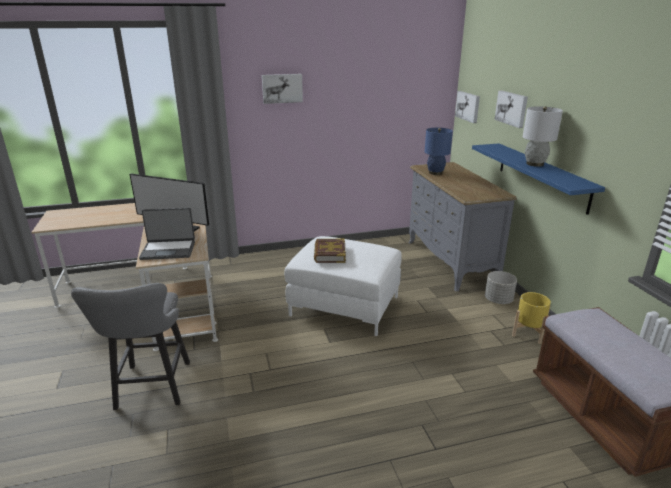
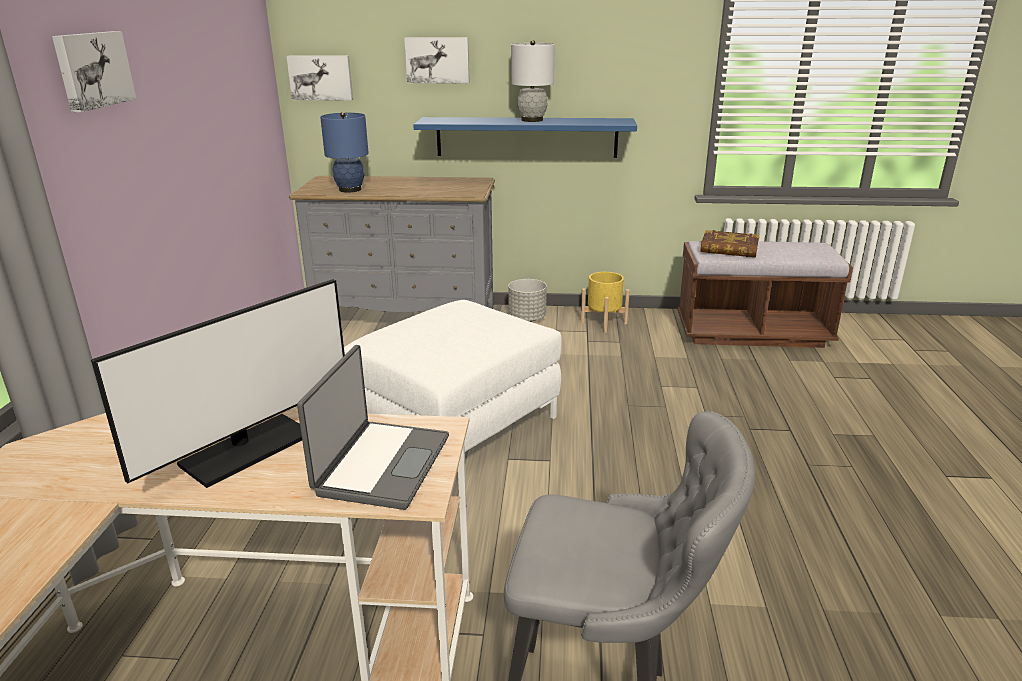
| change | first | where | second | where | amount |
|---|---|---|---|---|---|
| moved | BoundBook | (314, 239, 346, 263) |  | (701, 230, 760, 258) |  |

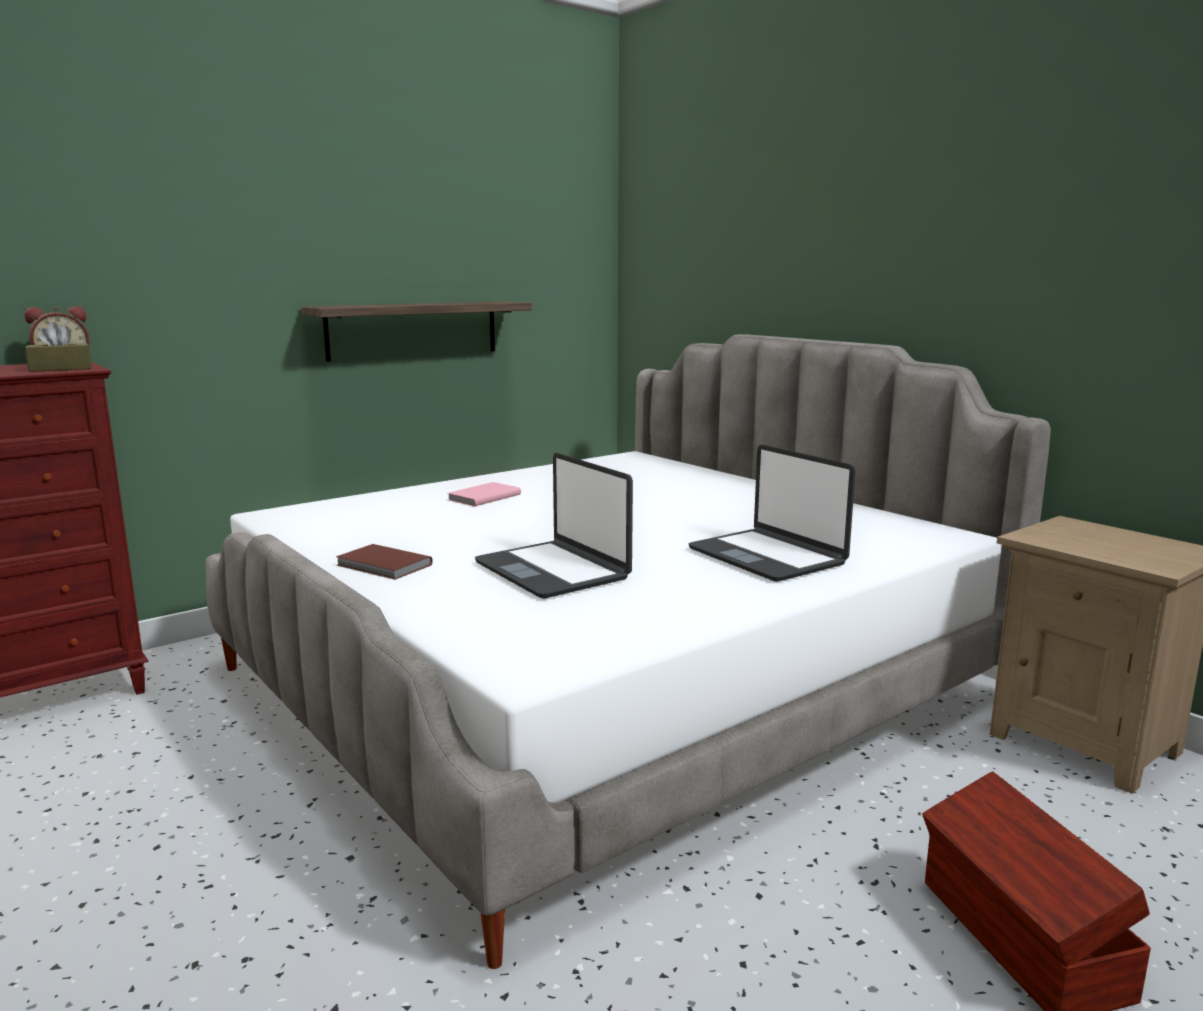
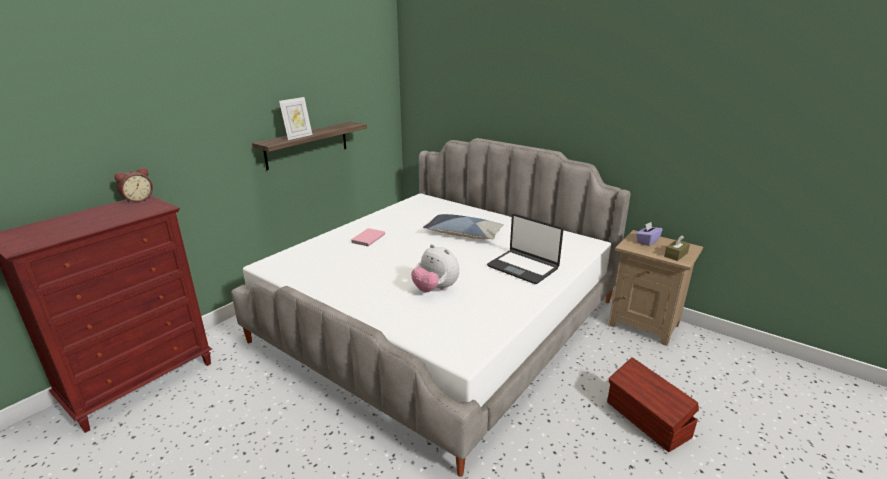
| change | first | where | second | where | amount |
|---|---|---|---|---|---|
| removed | BrownishBoundBook | (336, 544, 433, 580) |  |  |  |
| added |  |  | PictureFrame | (279, 97, 312, 140) |  |
| added |  |  | Cushion | (423, 214, 504, 239) |  |
| added |  |  | PurpleTissueHolder | (636, 222, 663, 246) |  |
| moved | BrownishTissueHolder | (25, 322, 91, 372) |  | (664, 235, 690, 261) |  |
| replaced | NotebookComputer | (475, 453, 633, 599) | SoftToy | (411, 244, 459, 292) |  |

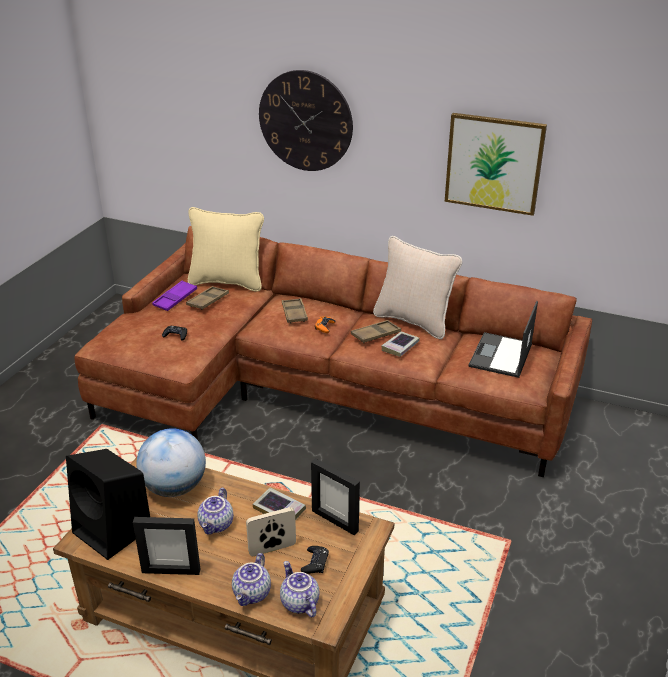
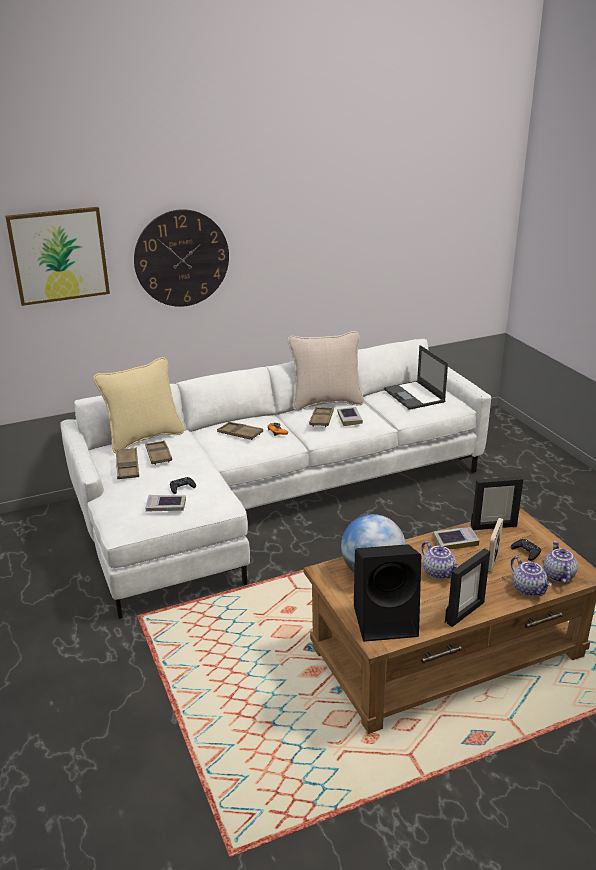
| change | first | where | second | where | amount |
|---|---|---|---|---|---|
| added |  |  | BoundBook | (146, 495, 186, 512) |  |
| moved | WallPicture | (445, 113, 547, 216) |  | (5, 207, 110, 306) |  |
| recoloured | BrownishCouch | (75, 226, 592, 477) | WhiteCouch | (60, 339, 491, 619) |  |
| recoloured | PurpleTray | (152, 280, 197, 311) | BrownishTray | (116, 448, 139, 479) |  |
| turned | Teapot | (280, 561, 319, 617) |  | (543, 541, 578, 584) | 75 degrees clockwise |

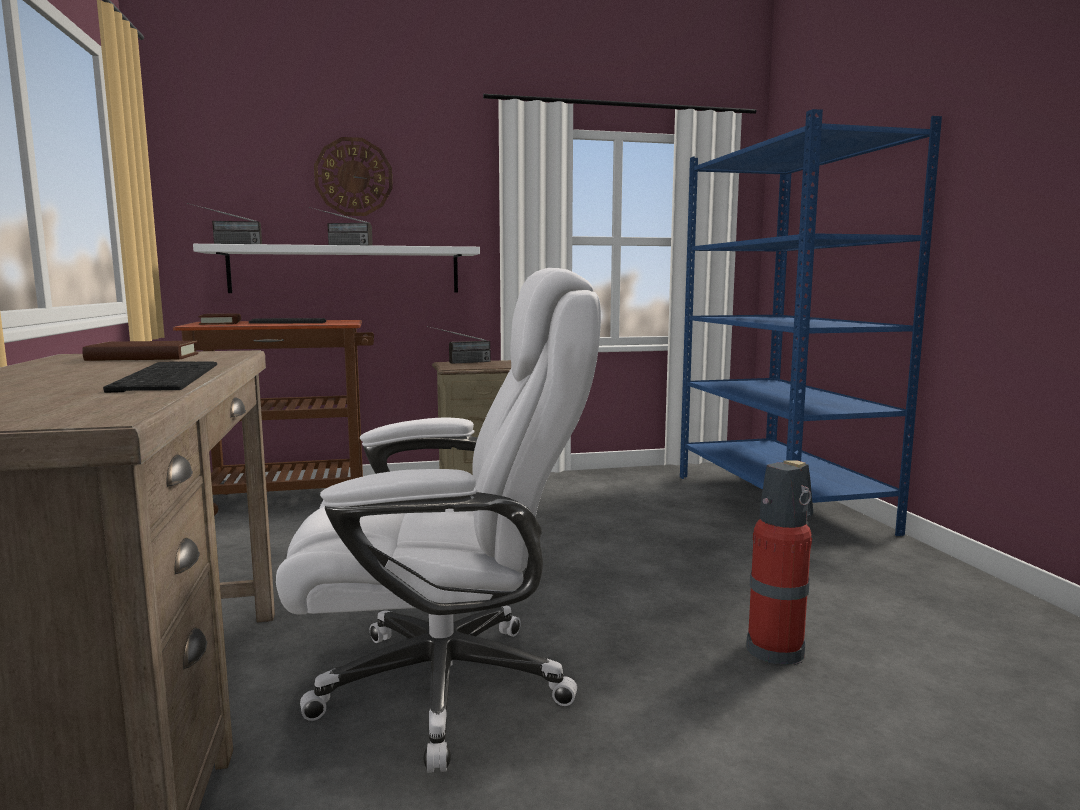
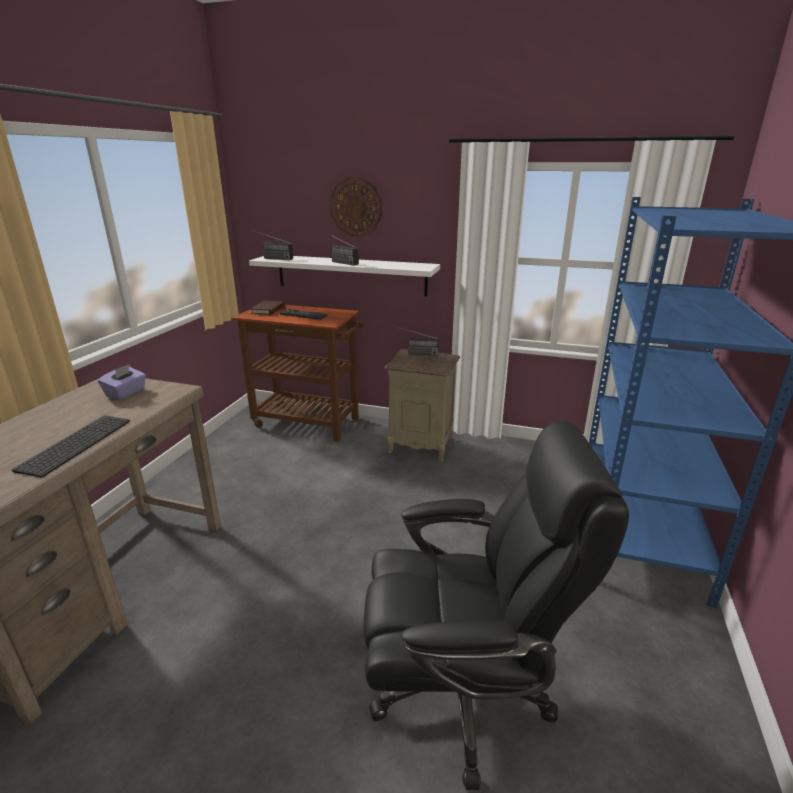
| change | first | where | second | where | amount |
|---|---|---|---|---|---|
| removed | WhiteDeskChair | (276, 268, 601, 773) |  |  |  |
| replaced | BrownishBoundBook | (82, 341, 198, 361) | PurpleTissueHolder | (98, 364, 146, 400) |  |
| replaced | Extinguisher | (746, 460, 813, 665) | BlackishDeskChair | (364, 421, 629, 790) |  |

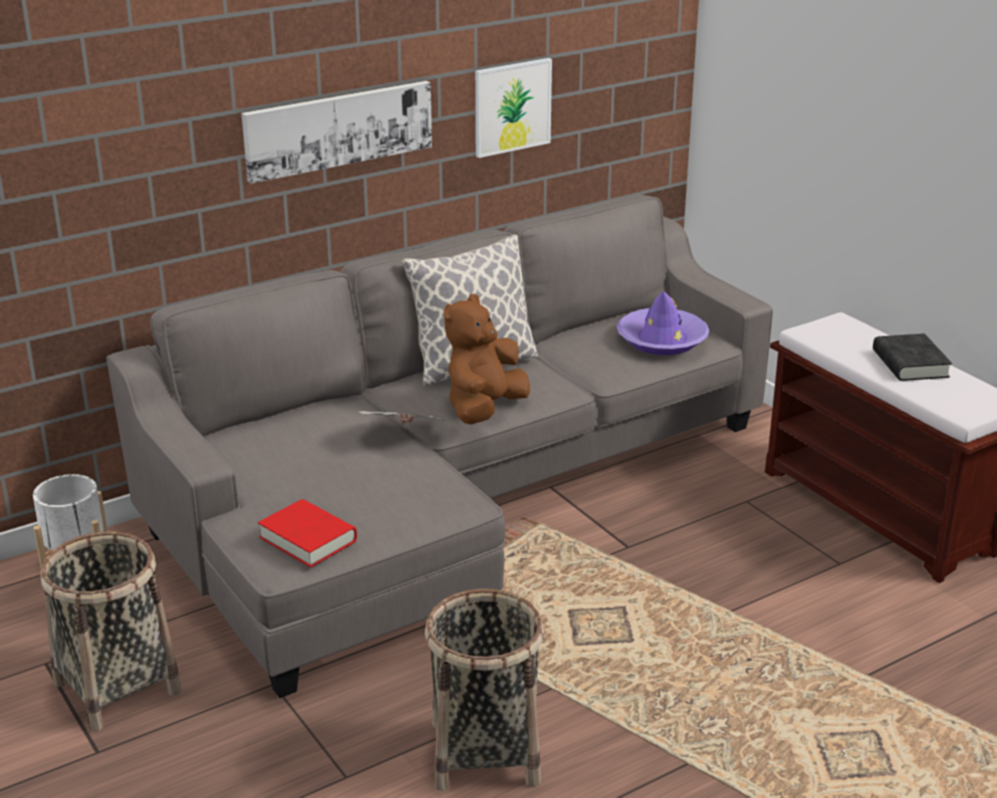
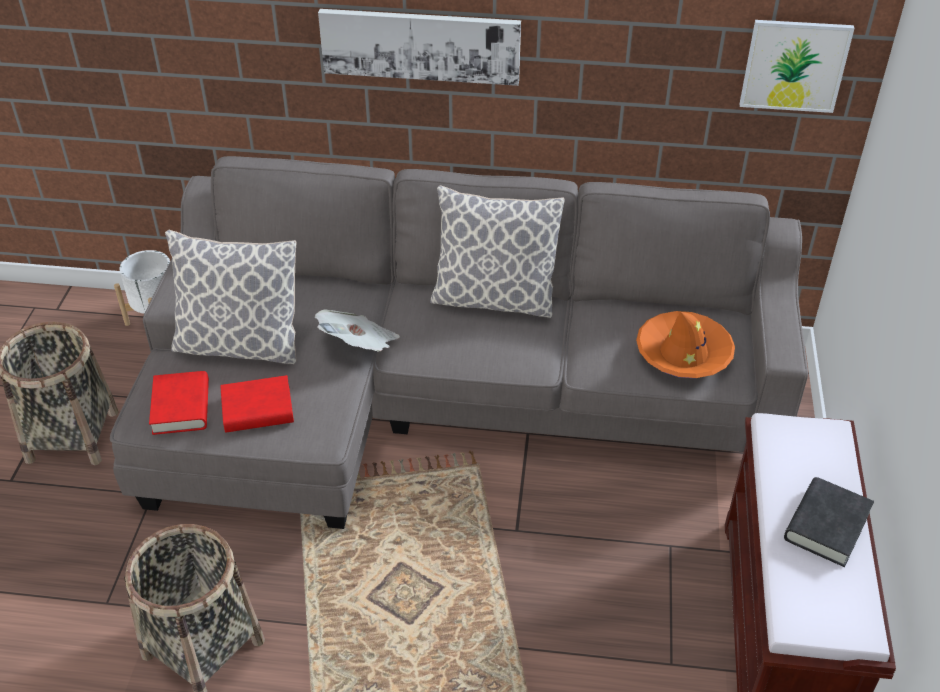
| change | first | where | second | where | amount |
|---|---|---|---|---|---|
| removed | BrownishSoftToy | (444, 294, 530, 425) |  |  |  |
| added |  |  | Cushion | (165, 230, 297, 364) |  |
| added |  |  | RedColouredBoundBook | (220, 375, 294, 433) |  |
| moved | WallPicture | (475, 58, 552, 158) |  | (740, 20, 854, 113) |  |
| recoloured | PurpleHat | (616, 291, 710, 355) | OrangeColouredHat | (636, 311, 735, 378) |  |

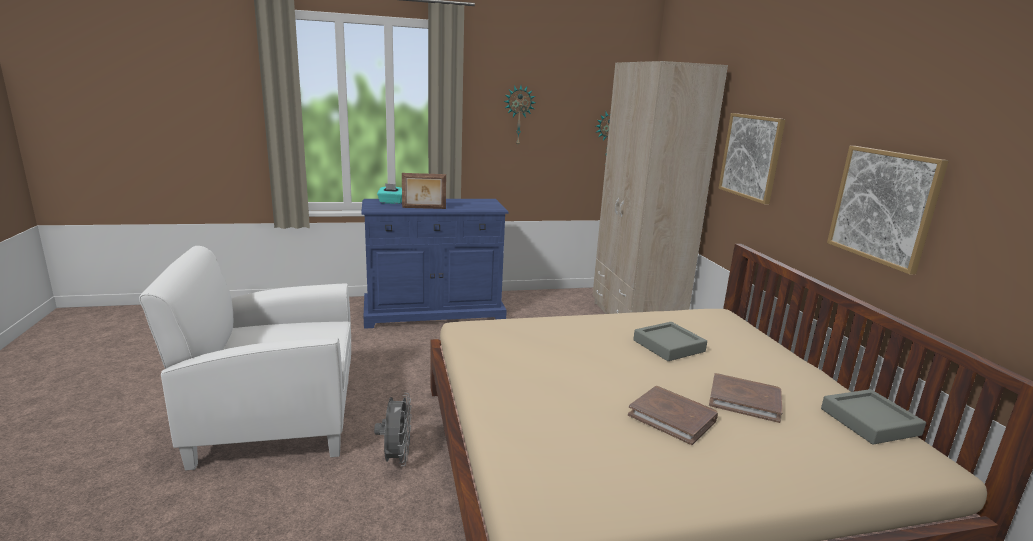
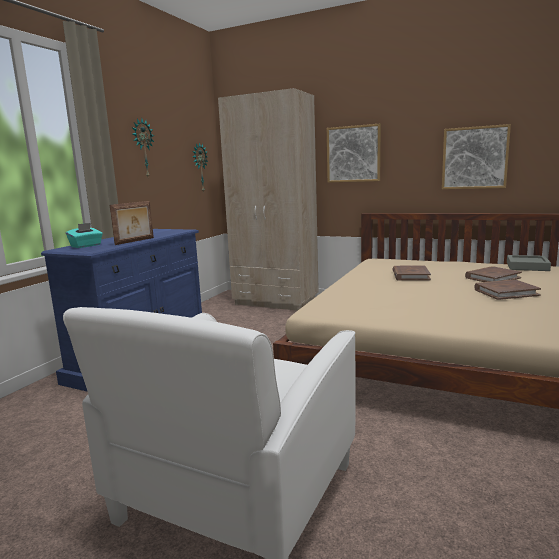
| change | first | where | second | where | amount |
|---|---|---|---|---|---|
| removed | GreyFan | (374, 393, 412, 466) |  |  |  |
| replaced | GreyTray | (633, 322, 707, 361) | BrownishBoundBook | (393, 265, 431, 281) |  |

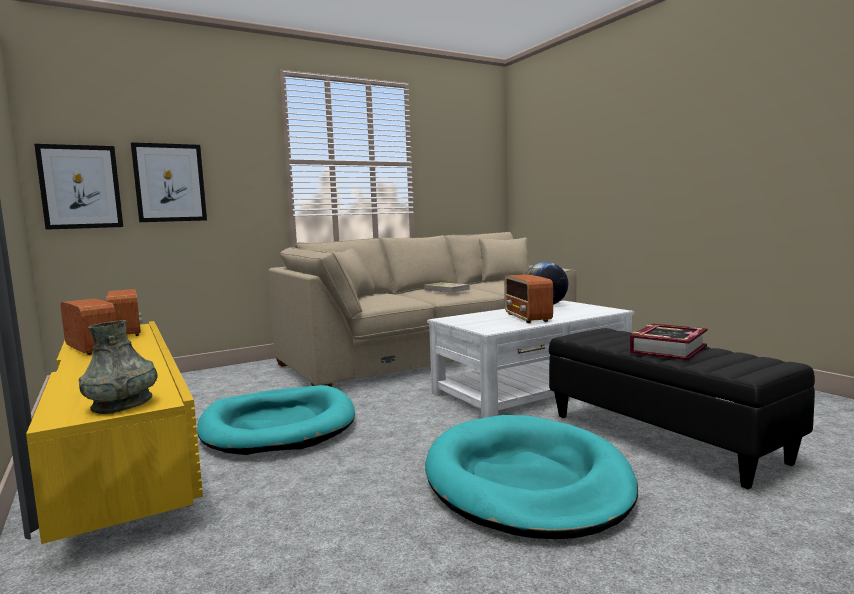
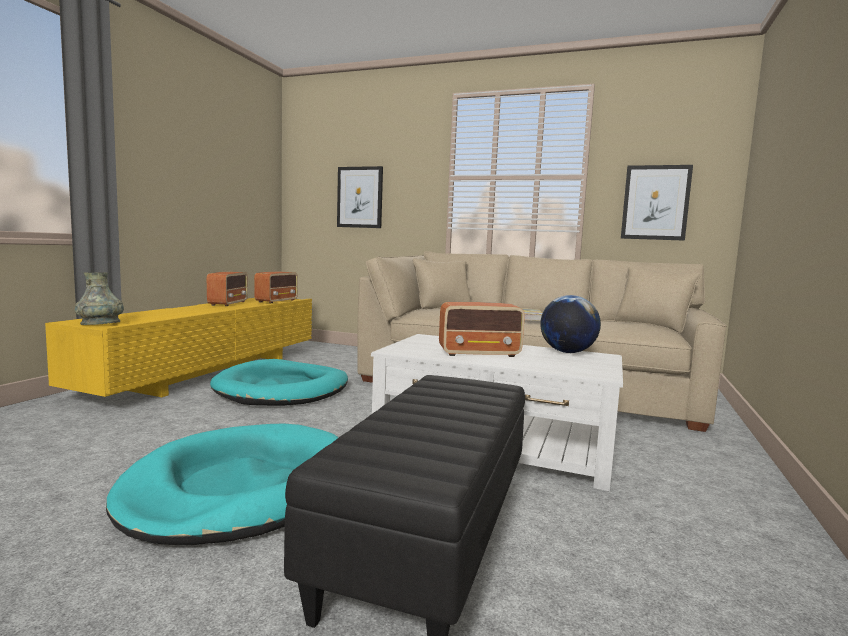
| change | first | where | second | where | amount |
|---|---|---|---|---|---|
| removed | BoundBook | (630, 324, 708, 360) |  |  |  |
| moved | WallPicture | (34, 144, 123, 230) |  | (621, 165, 693, 241) |  |
| turned | RadioSet | (504, 275, 553, 323) |  | (439, 302, 525, 357) | 135 degrees counterclockwise |

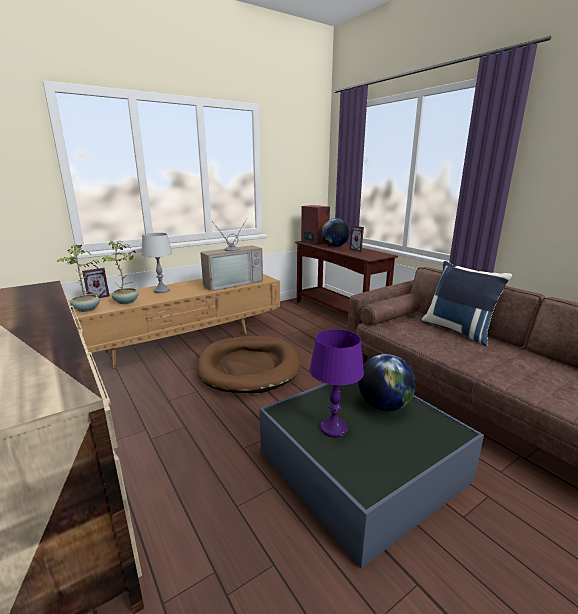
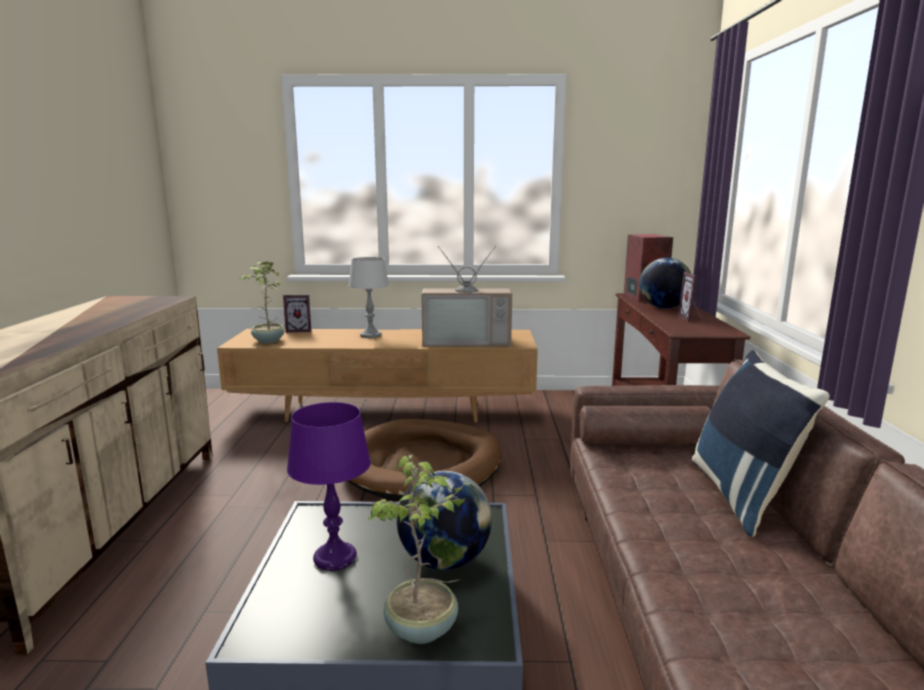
| change | first | where | second | where | amount |
|---|---|---|---|---|---|
| moved | Houseplant | (102, 241, 139, 304) |  | (368, 454, 475, 644) |  |

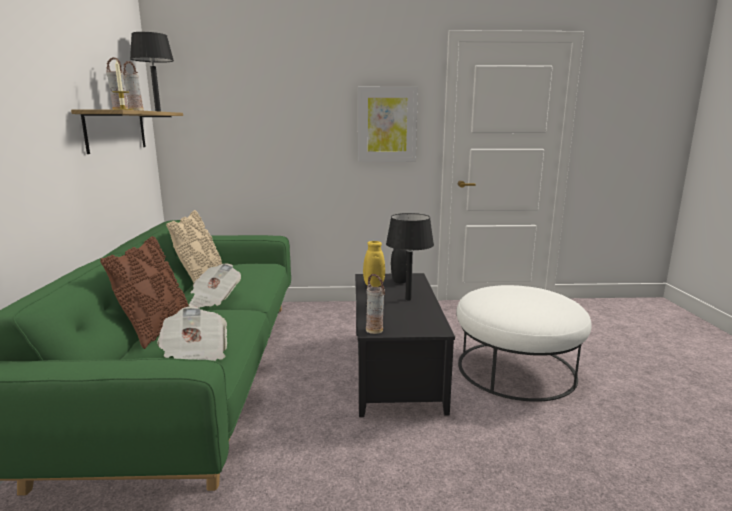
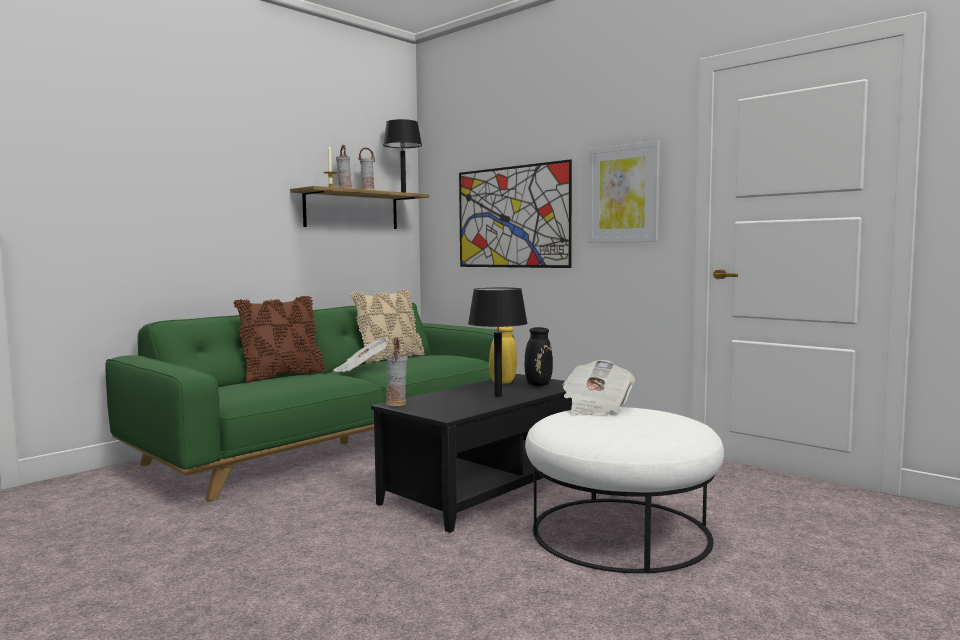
| change | first | where | second | where | amount |
|---|---|---|---|---|---|
| added |  |  | WallPicture | (459, 159, 572, 268) |  |
| moved | PrintedPaper | (157, 306, 227, 361) |  | (562, 360, 635, 416) |  |

